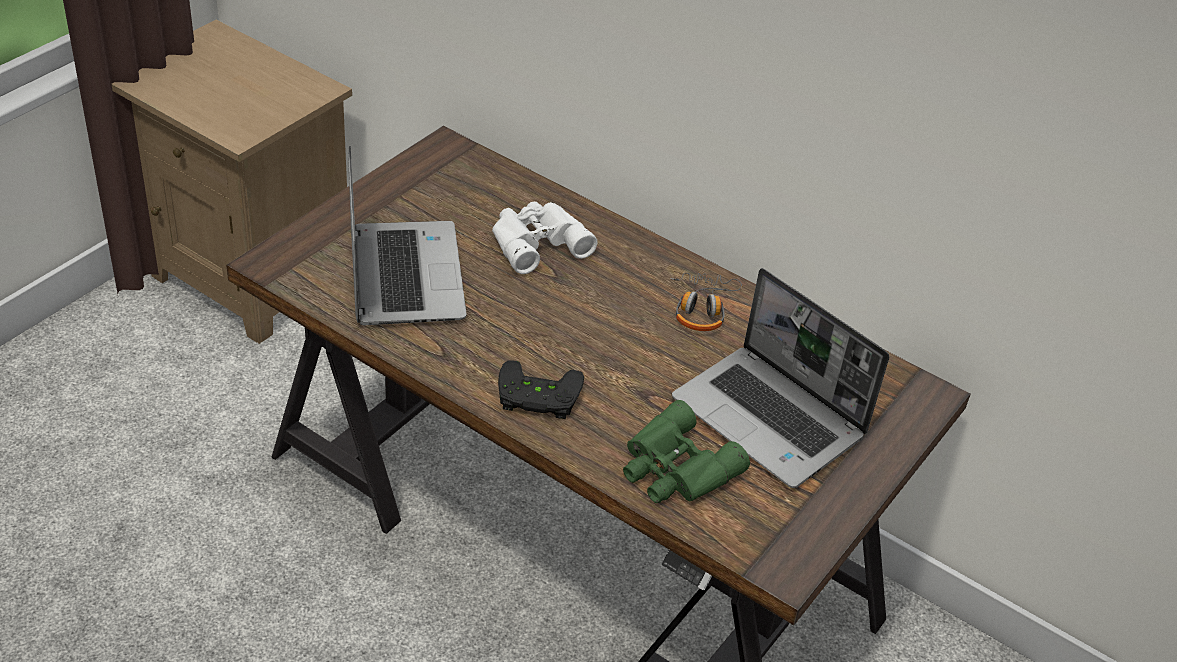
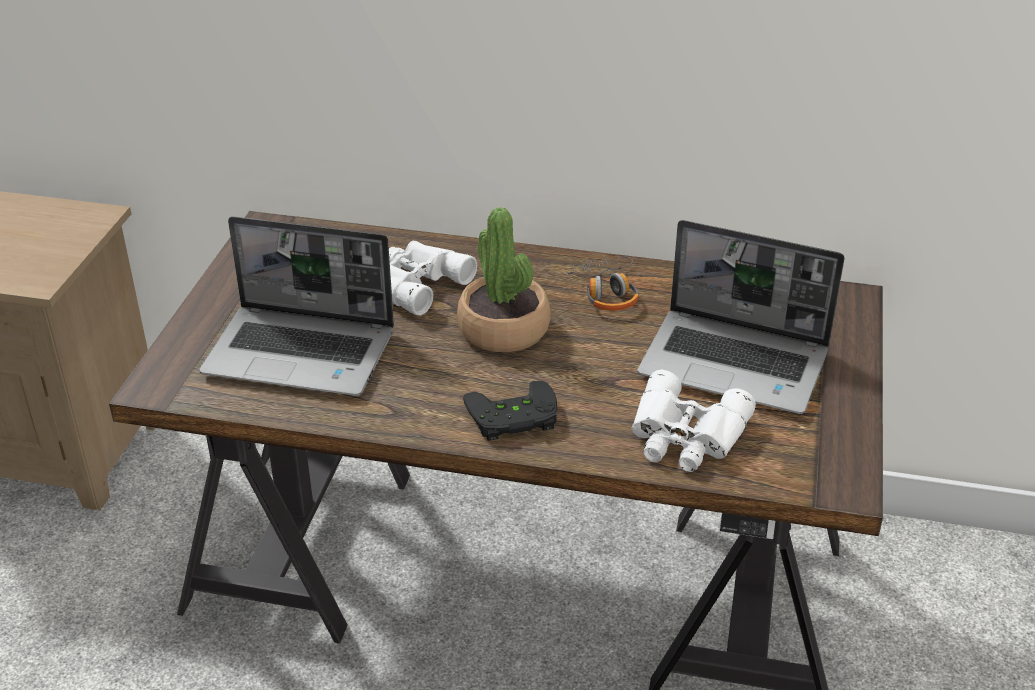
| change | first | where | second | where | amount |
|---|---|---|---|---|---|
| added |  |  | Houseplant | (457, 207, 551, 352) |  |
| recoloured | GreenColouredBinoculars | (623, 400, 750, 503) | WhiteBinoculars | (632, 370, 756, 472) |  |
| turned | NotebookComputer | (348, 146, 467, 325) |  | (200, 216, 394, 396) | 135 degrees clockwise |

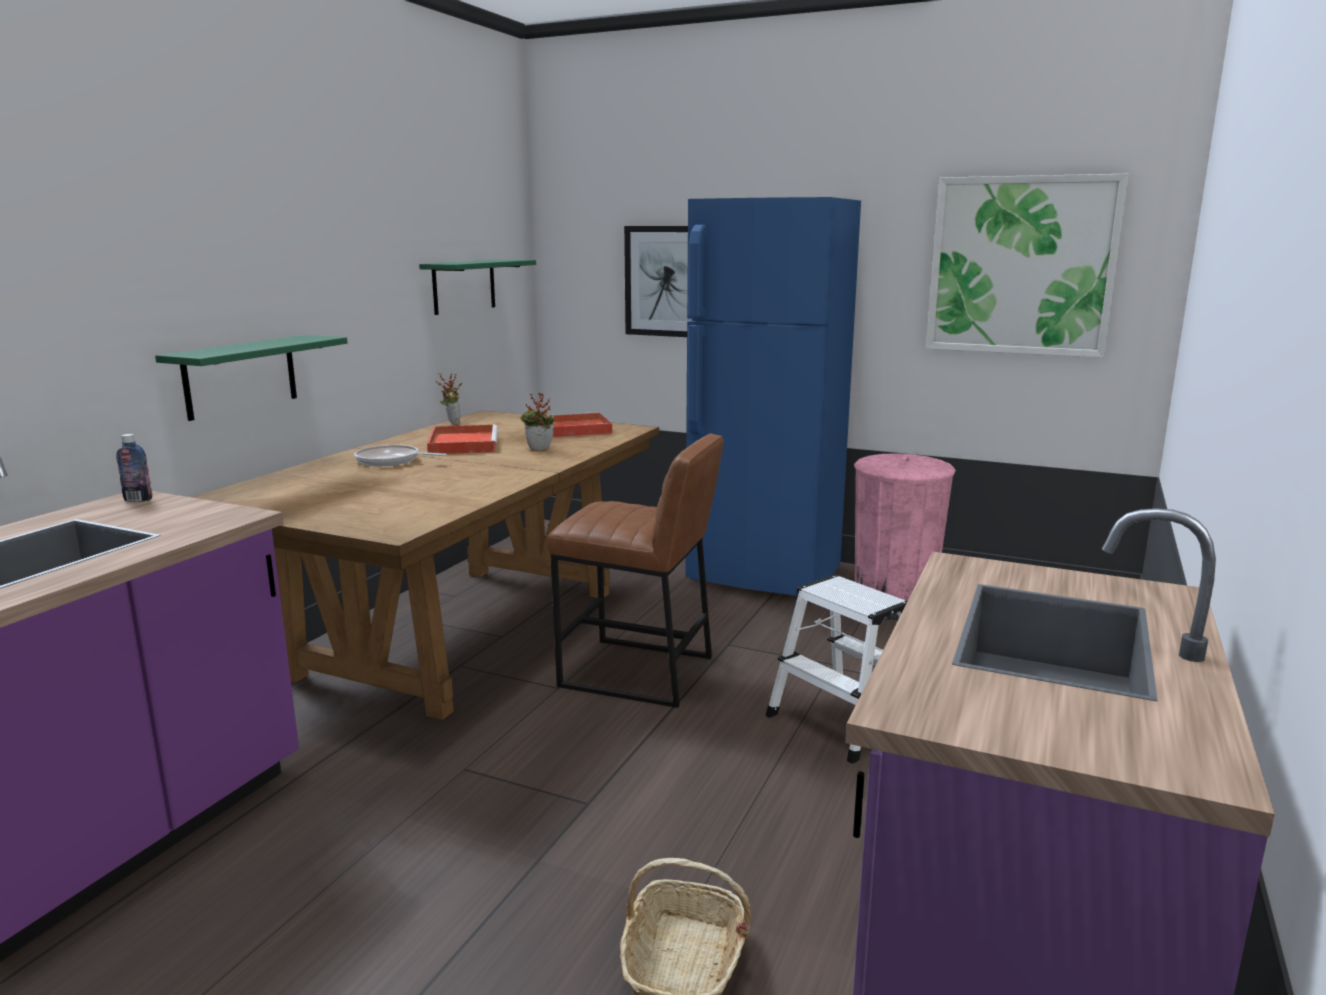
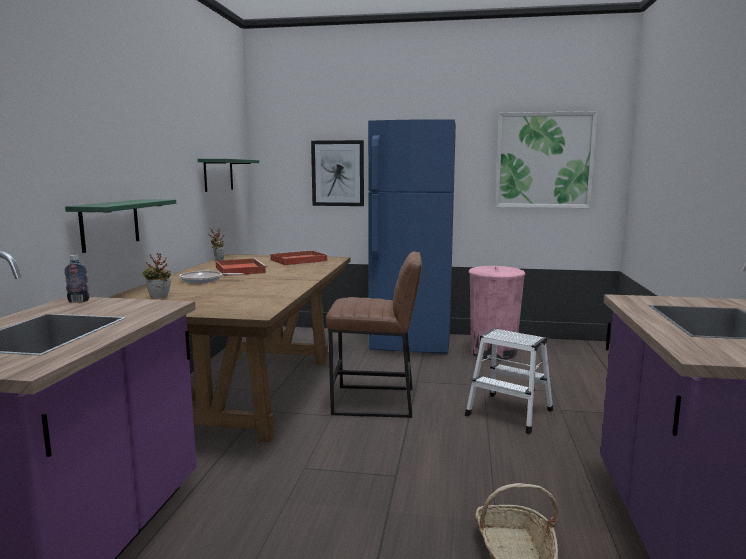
| change | first | where | second | where | amount |
|---|---|---|---|---|---|
| moved | Houseplant | (520, 392, 554, 450) |  | (142, 253, 171, 299) |  |

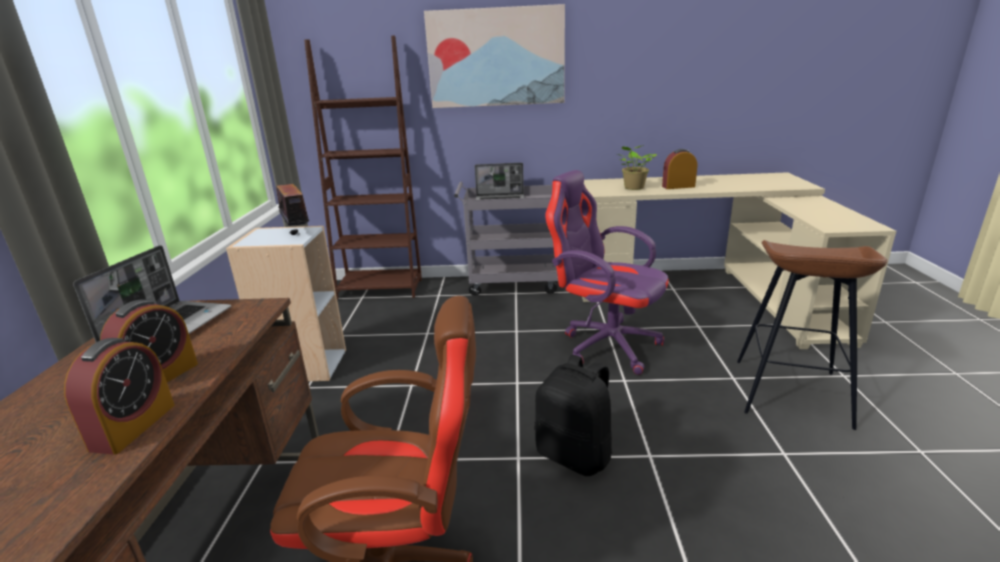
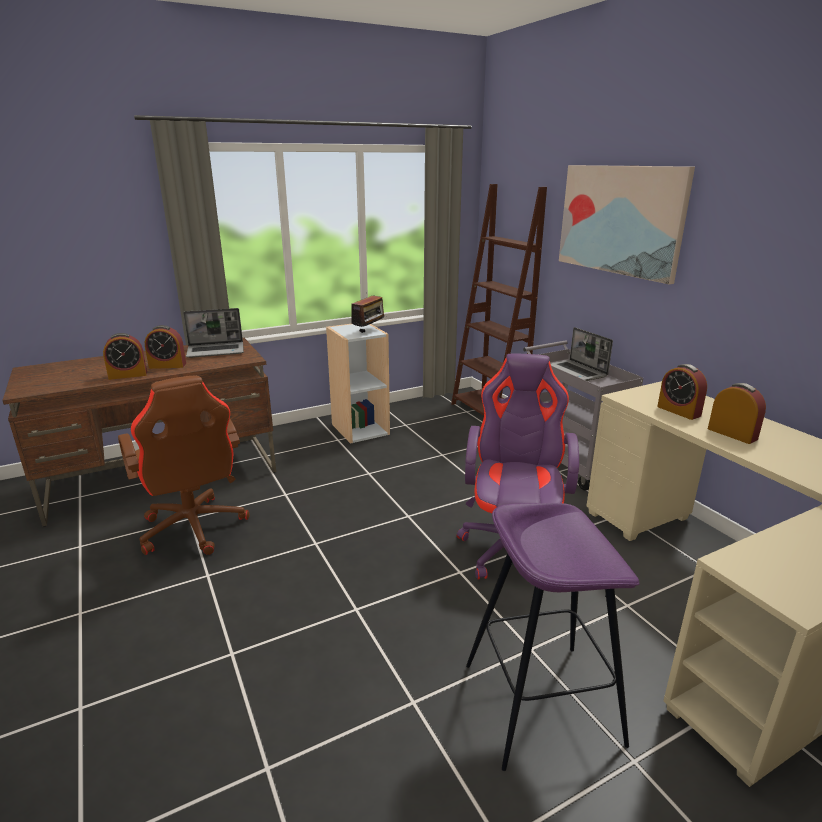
| change | first | where | second | where | amount |
|---|---|---|---|---|---|
| removed | BlackishBackpack | (534, 355, 612, 476) |  |  |  |
| replaced | Houseplant | (617, 145, 657, 190) | BedsideClock | (657, 364, 707, 420) |  |
| recoloured | BrownishStoolSeat | (737, 240, 888, 430) | PurpleStoolSeat | (466, 503, 640, 771) |  |

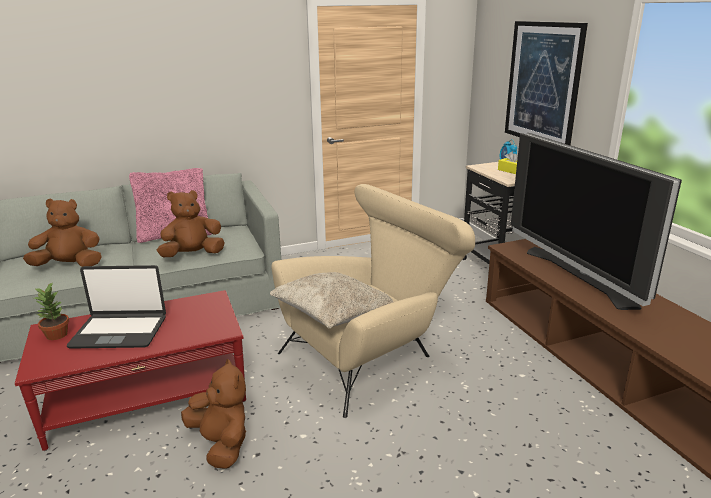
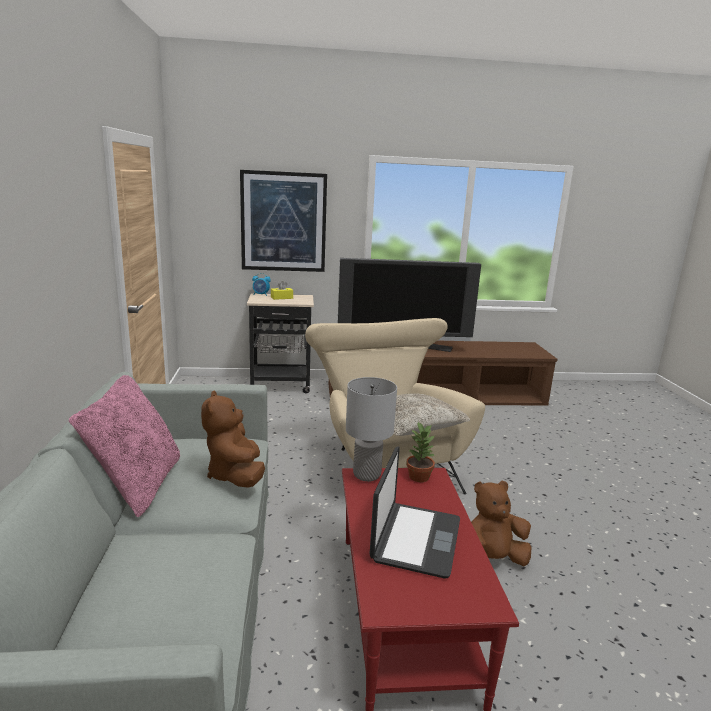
| change | first | where | second | where | amount |
|---|---|---|---|---|---|
| removed | BrownishSoftToy | (23, 198, 102, 267) |  |  |  |
| added |  |  | GreyLampForATable | (346, 377, 397, 482) |  |
| moved | Houseplant | (34, 282, 69, 340) |  | (406, 422, 435, 482) |  |

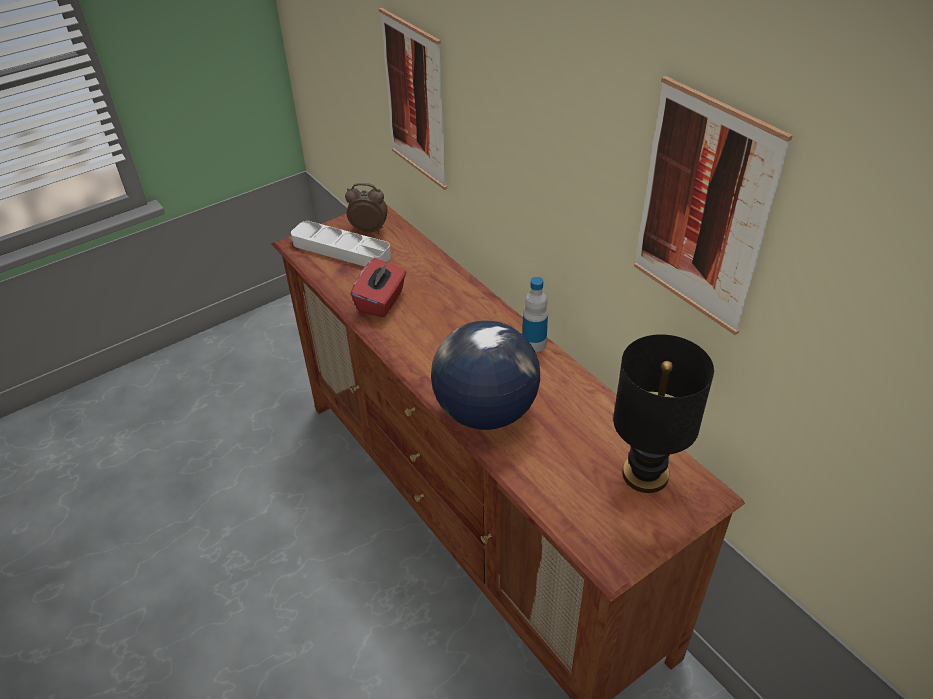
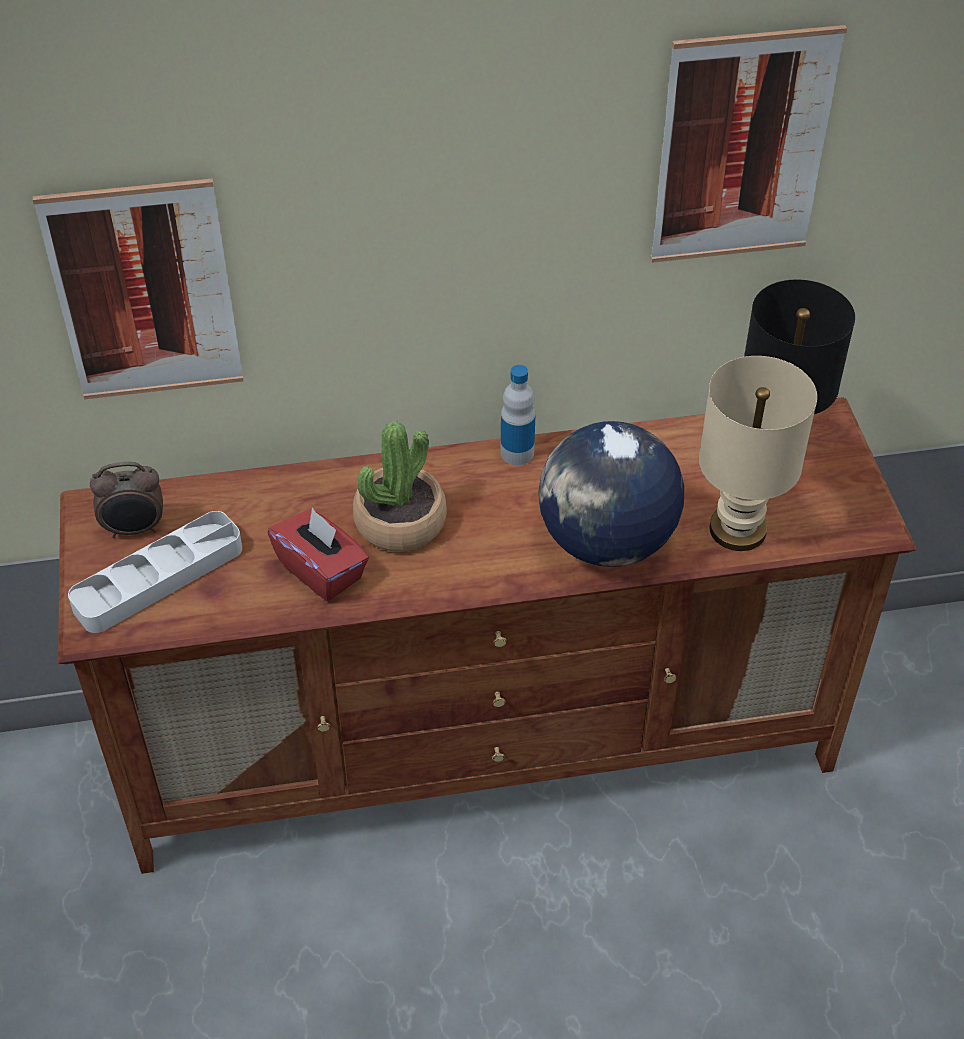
| change | first | where | second | where | amount |
|---|---|---|---|---|---|
| added |  |  | Houseplant | (353, 421, 447, 552) |  |
| added |  |  | BeigeLampForATable | (699, 356, 817, 551) |  |
| turned | BedsideClock | (345, 183, 388, 234) |  | (90, 462, 163, 538) | 135 degrees counterclockwise |

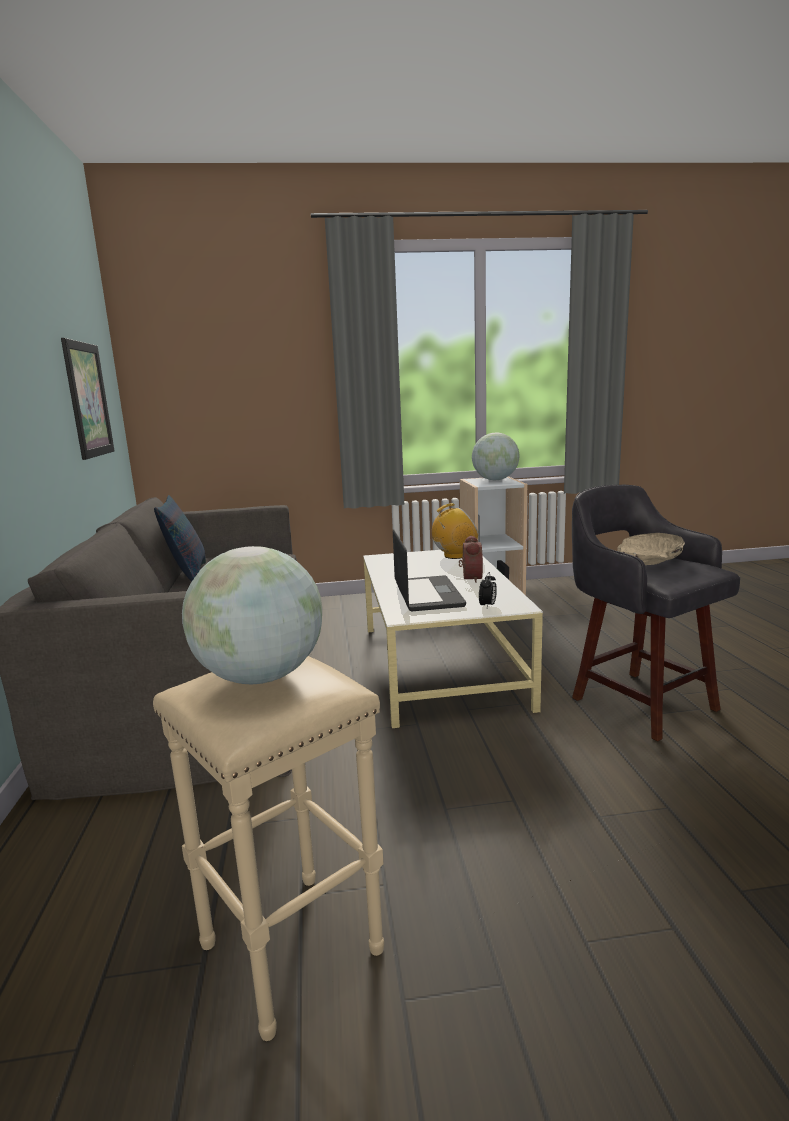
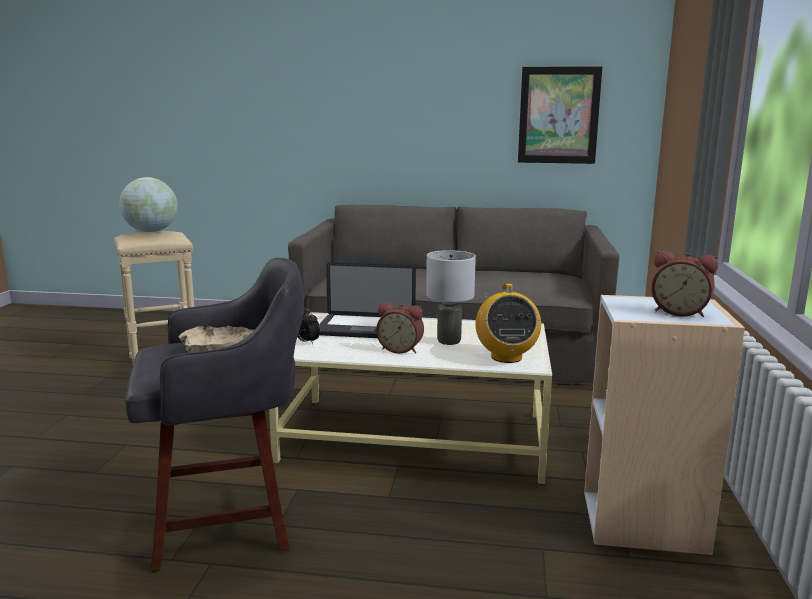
| change | first | where | second | where | amount |
|---|---|---|---|---|---|
| removed | BluishCushion | (154, 495, 206, 581) |  |  |  |
| added |  |  | WhiteLampForATable | (426, 250, 476, 345) |  |
| replaced | DeskGlobe | (472, 433, 519, 480) | BedsideClock | (651, 251, 718, 317) |  |

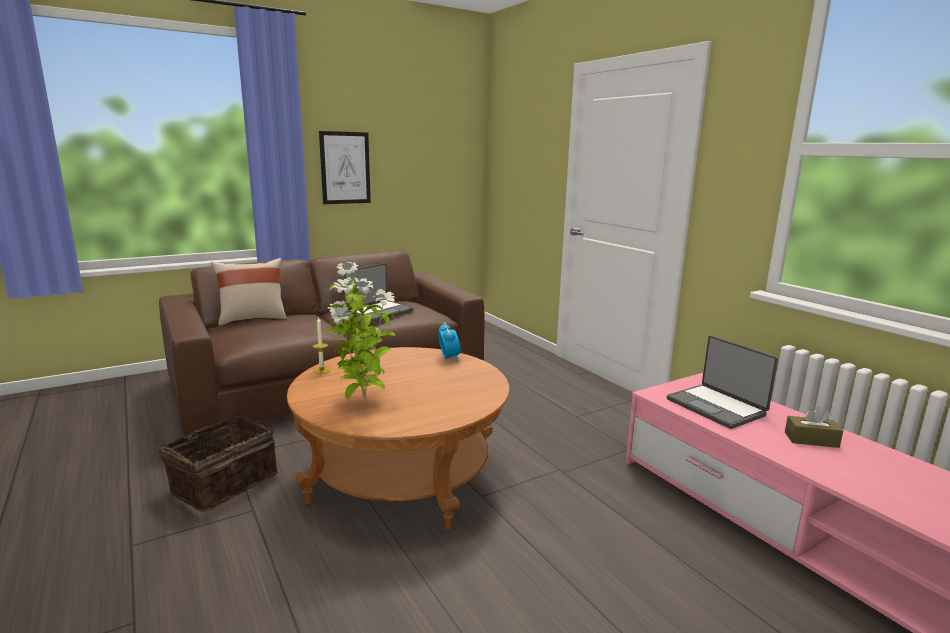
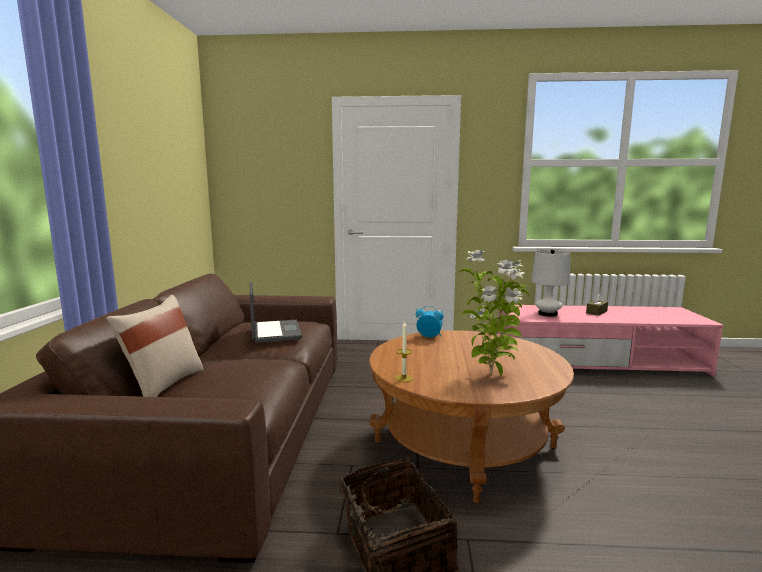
| change | first | where | second | where | amount |
|---|---|---|---|---|---|
| removed | WallPicture | (319, 131, 371, 204) |  |  |  |
| replaced | NotebookComputer | (667, 335, 778, 429) | WhiteLampForATable | (532, 249, 570, 317) |  |

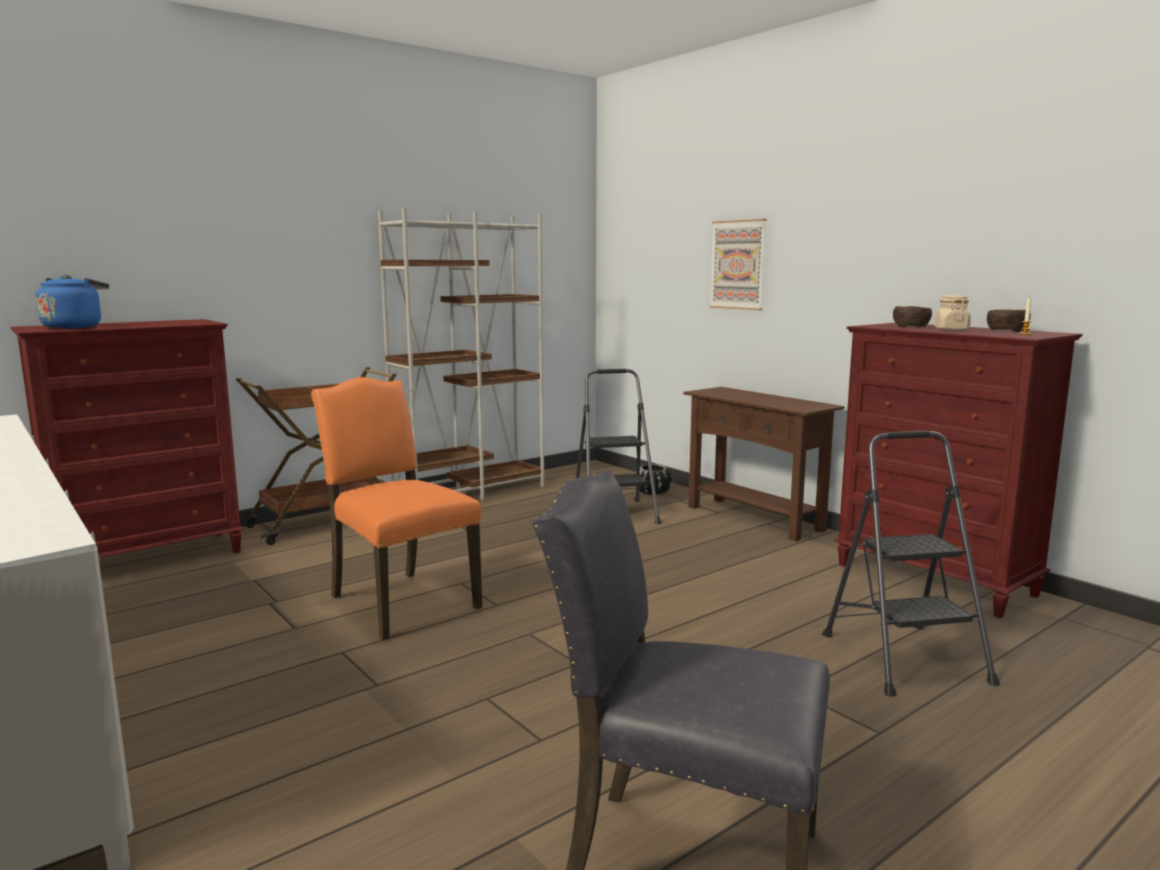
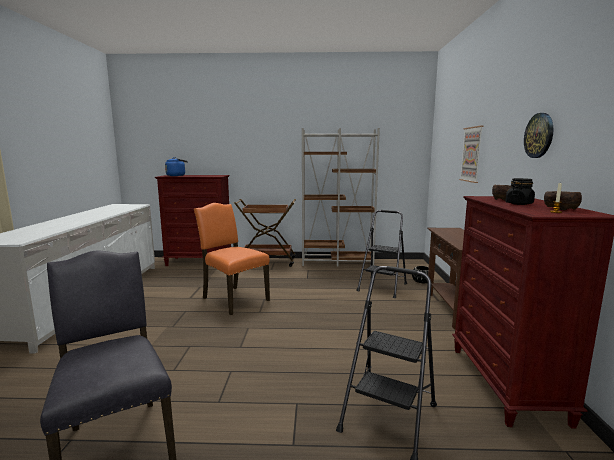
| change | first | where | second | where | amount |
|---|---|---|---|---|---|
| added |  |  | HangingClock | (524, 113, 553, 158) |  |
| recoloured | BeigeStorageJar | (935, 295, 971, 331) | BlackishStorageJar | (505, 178, 535, 205) |  |
| turned | OrangeColouredUprightChair | (311, 377, 482, 640) |  | (194, 203, 270, 315) | 45 degrees counterclockwise |

